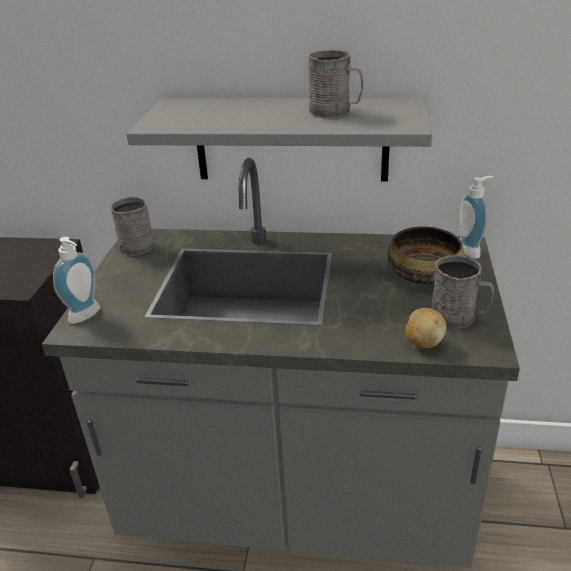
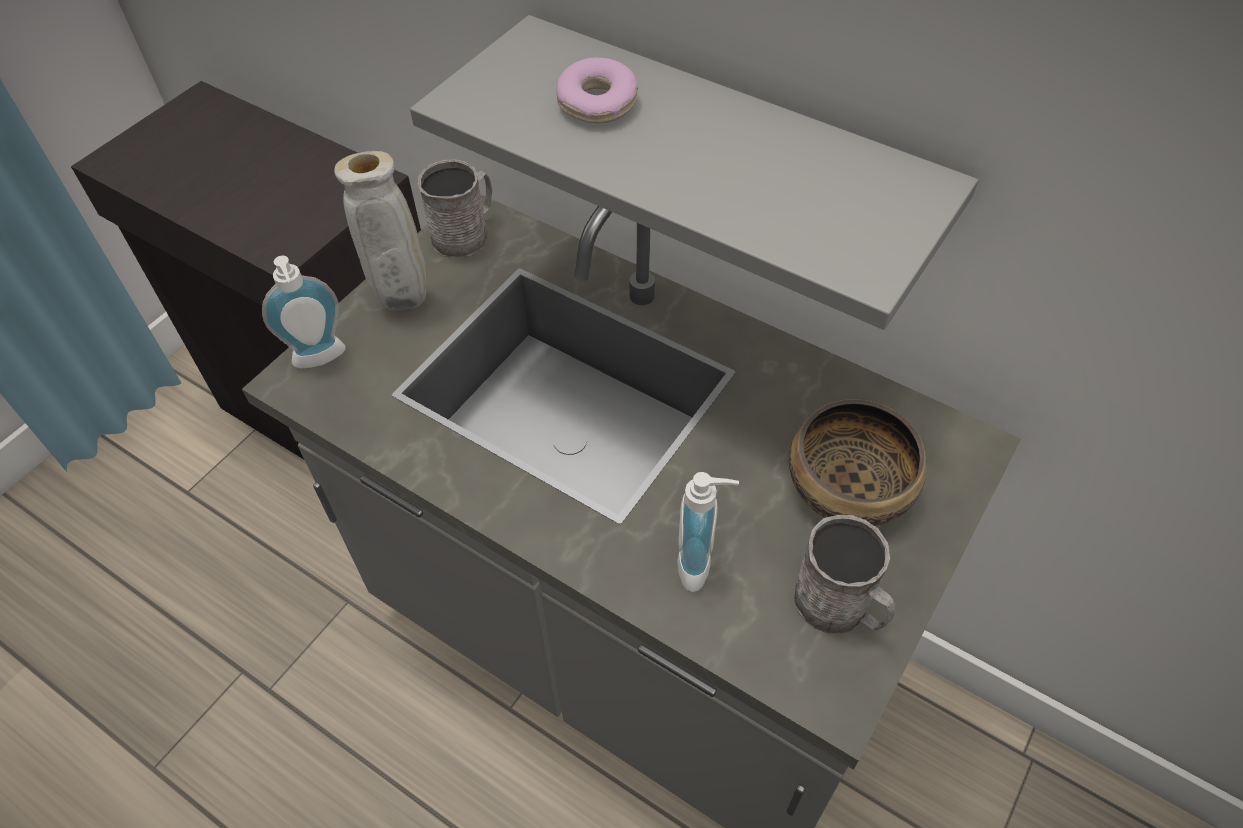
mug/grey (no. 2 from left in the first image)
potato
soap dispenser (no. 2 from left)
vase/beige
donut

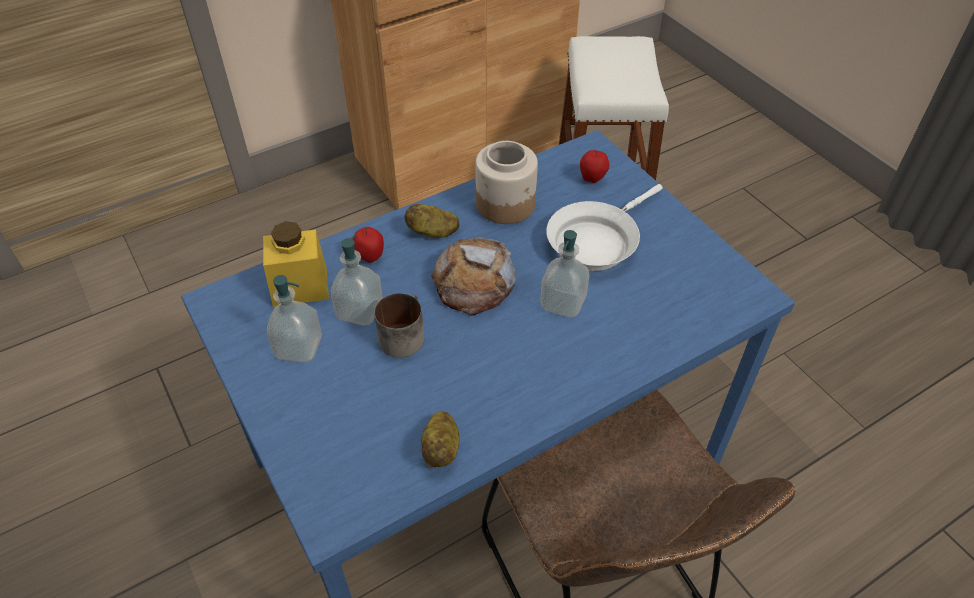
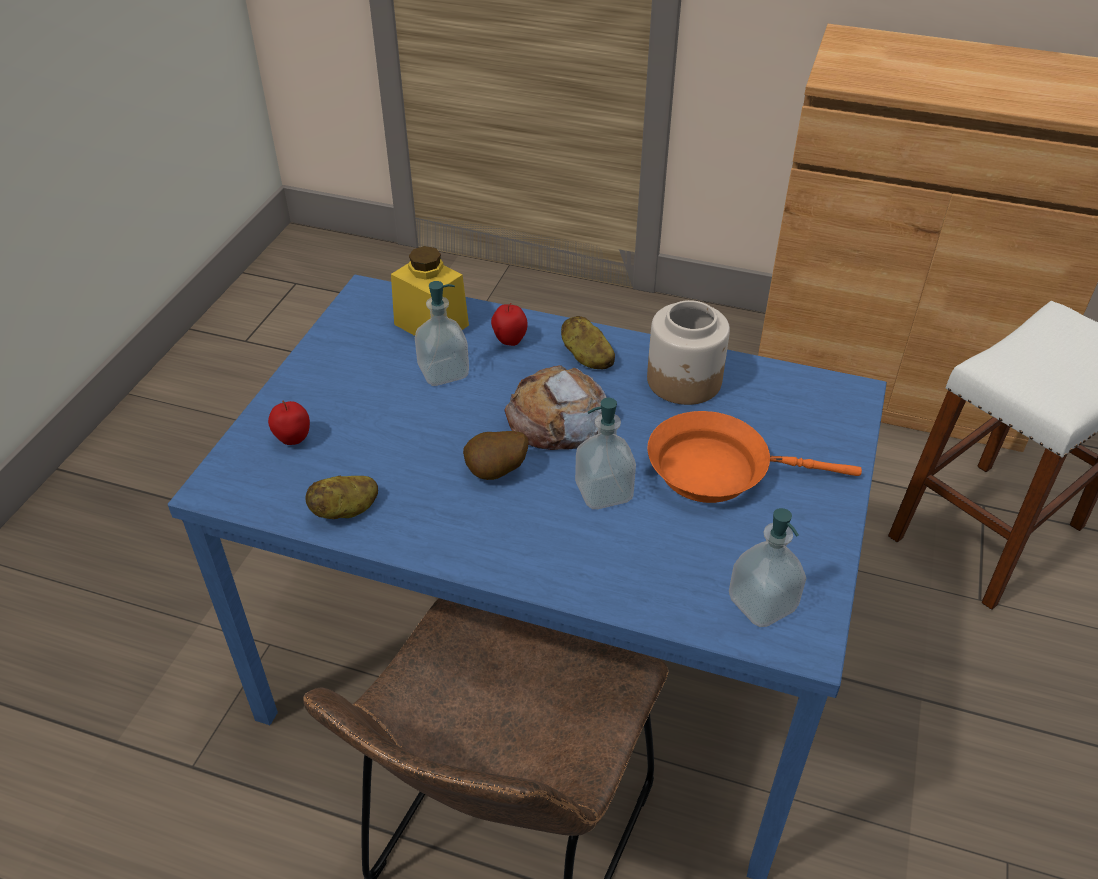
soap dispenser (no. 3 from left)
mug
frying pan/orange
apple (no. 1 from left)
potato (no. 2 from left)

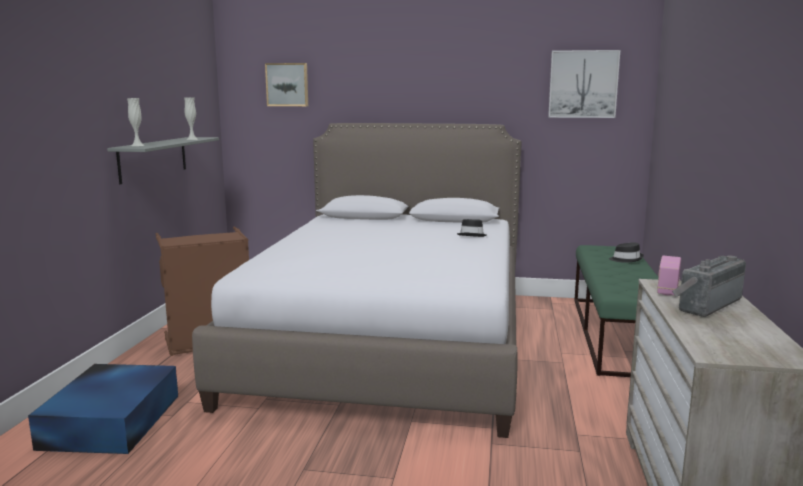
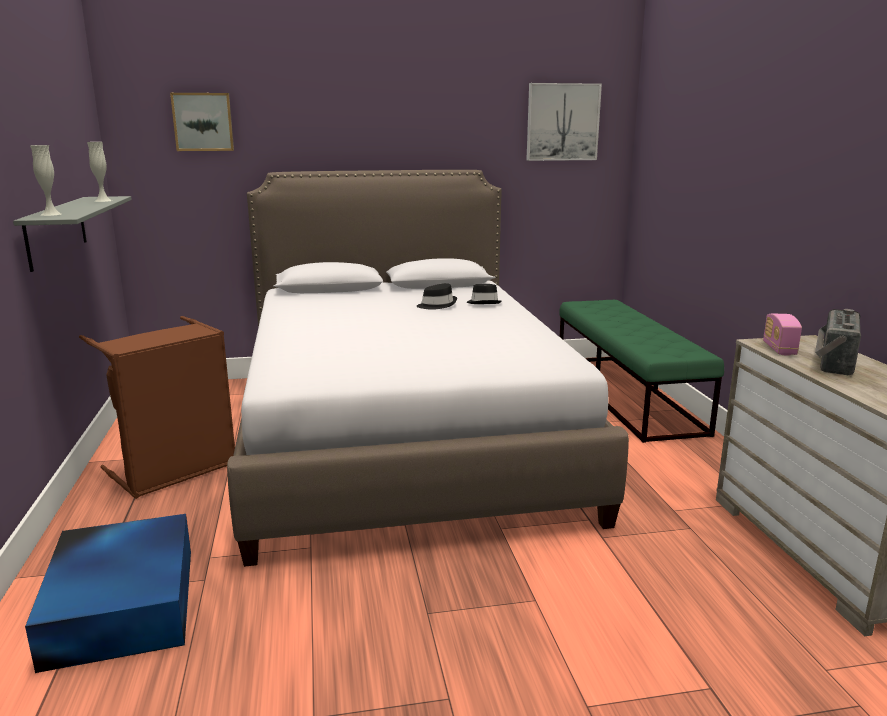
hat/black (no. 1 from left)

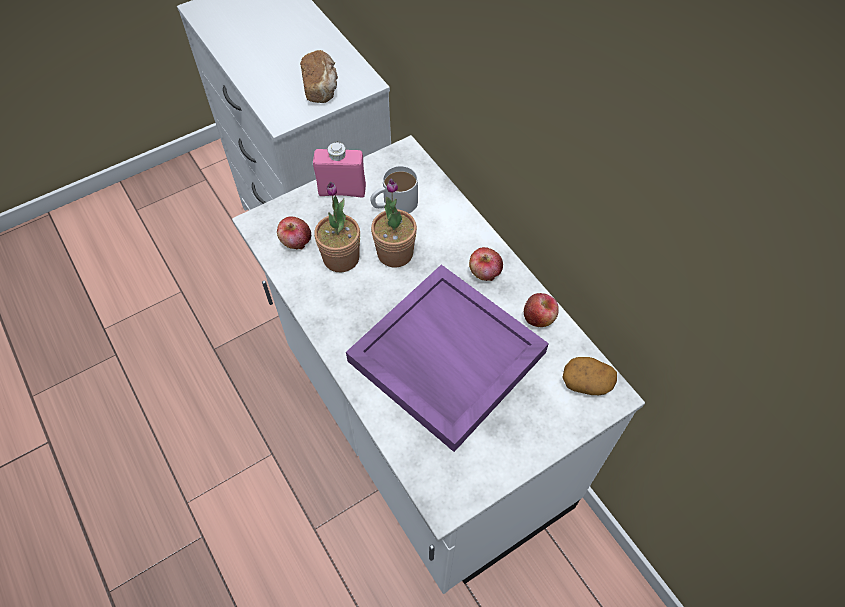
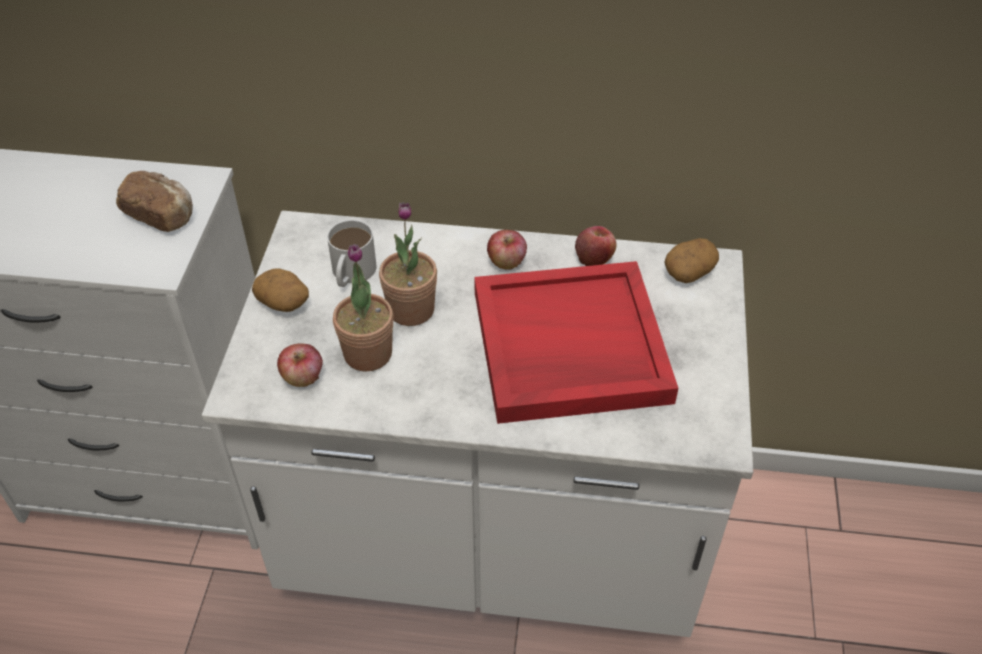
potato (no. 1 from left)
tray/red

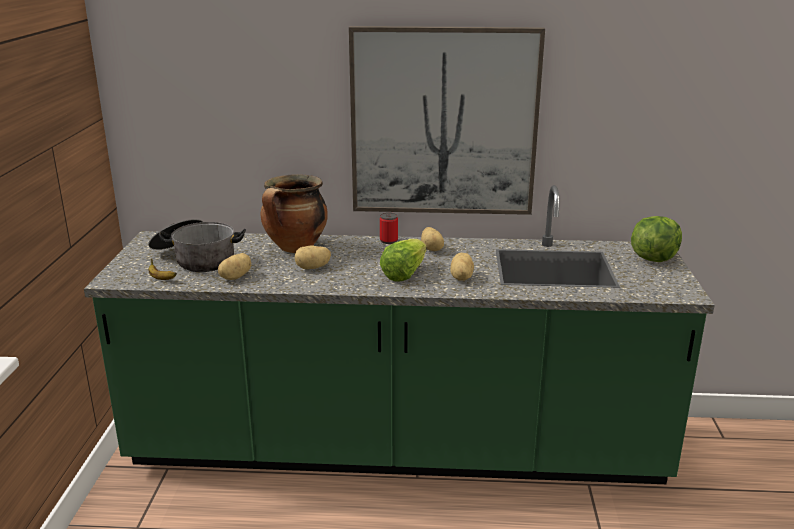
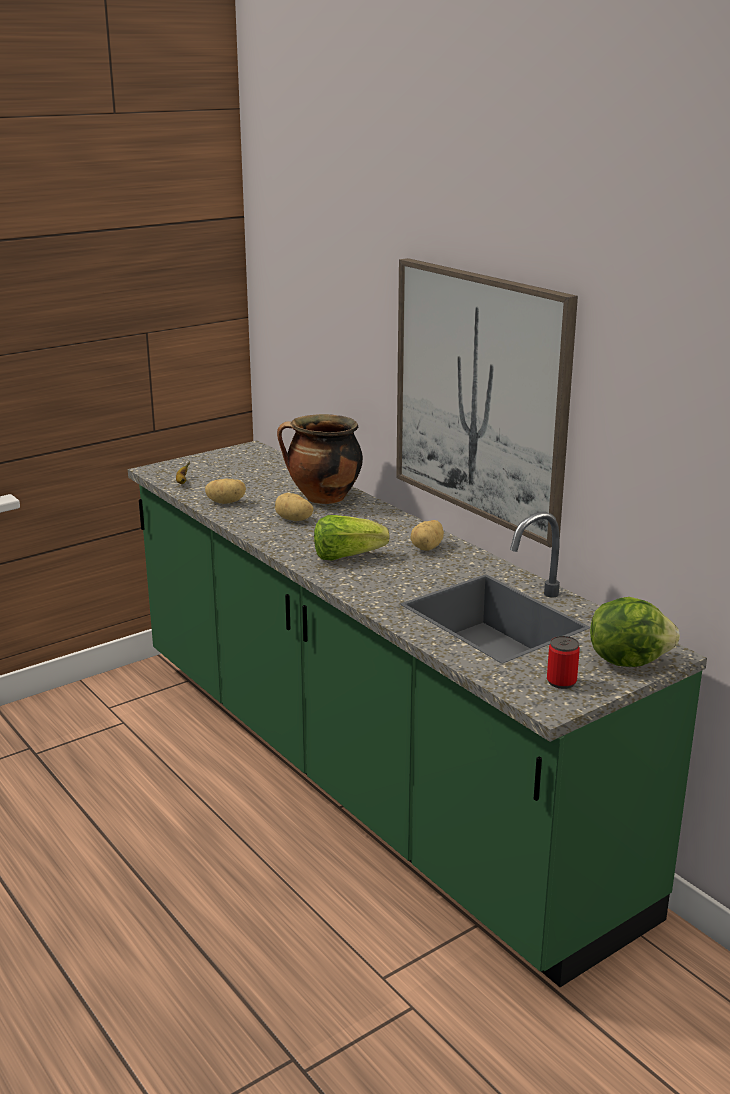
cooking pot (no. 1 from left in the first image)
can
potato (no. 4 from left in the first image)

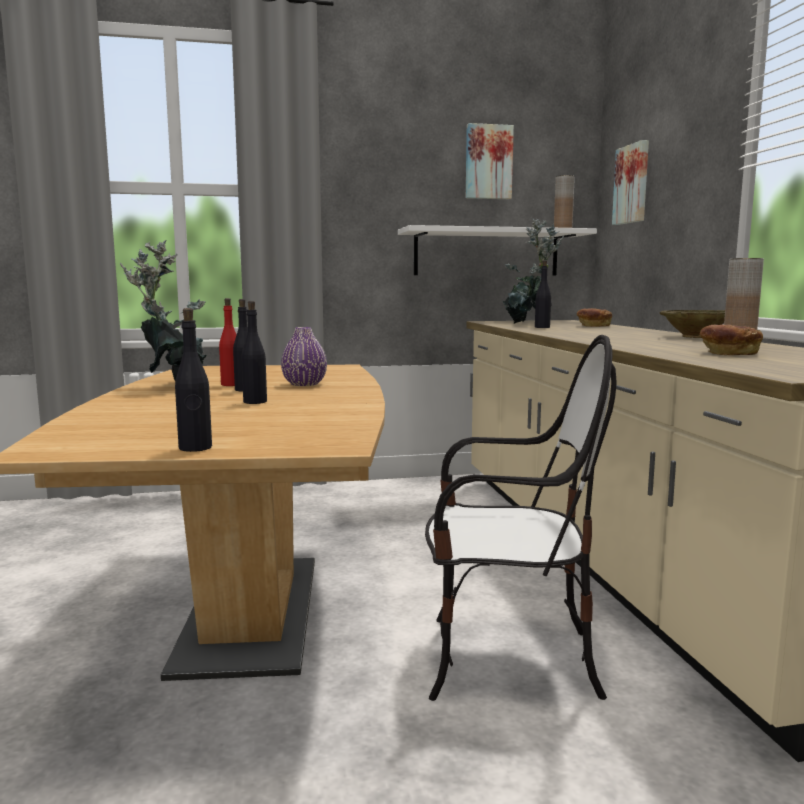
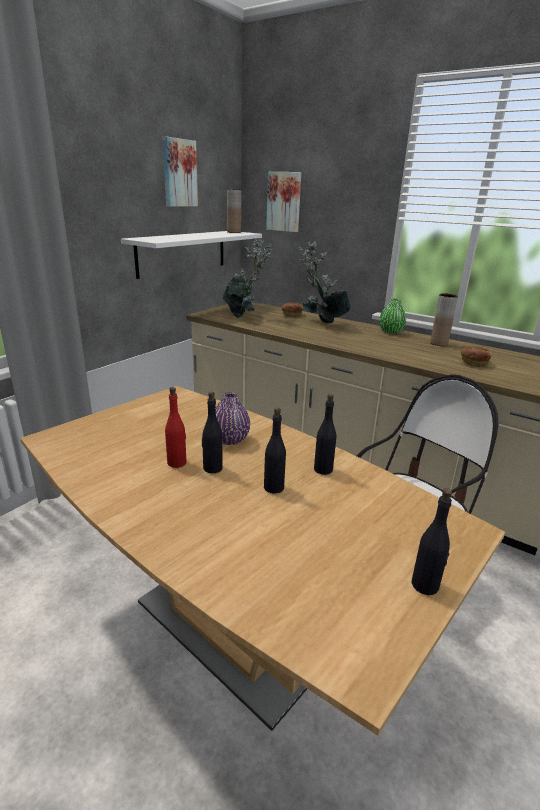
potted plant (no. 2 from left)
bottle/black (no. 3 from left)
vase/green

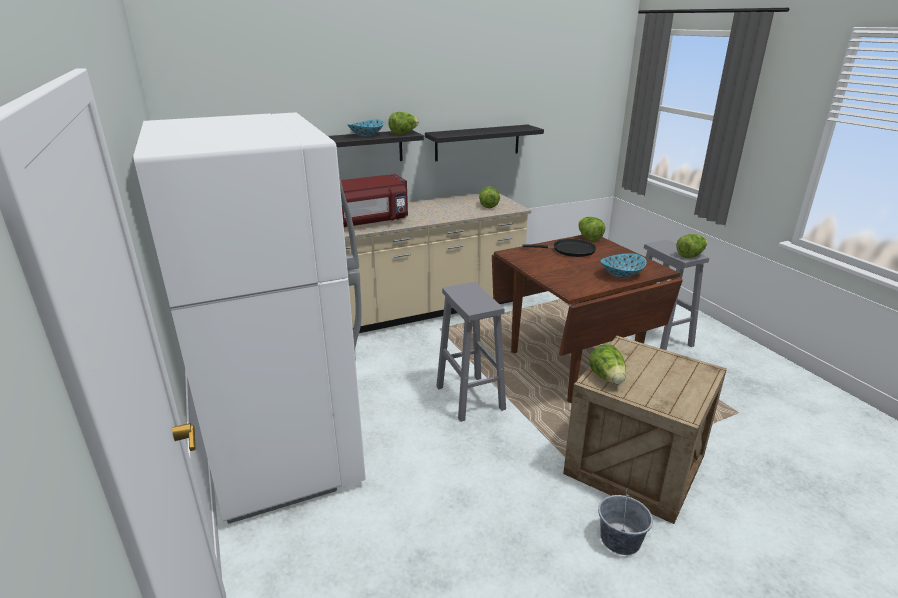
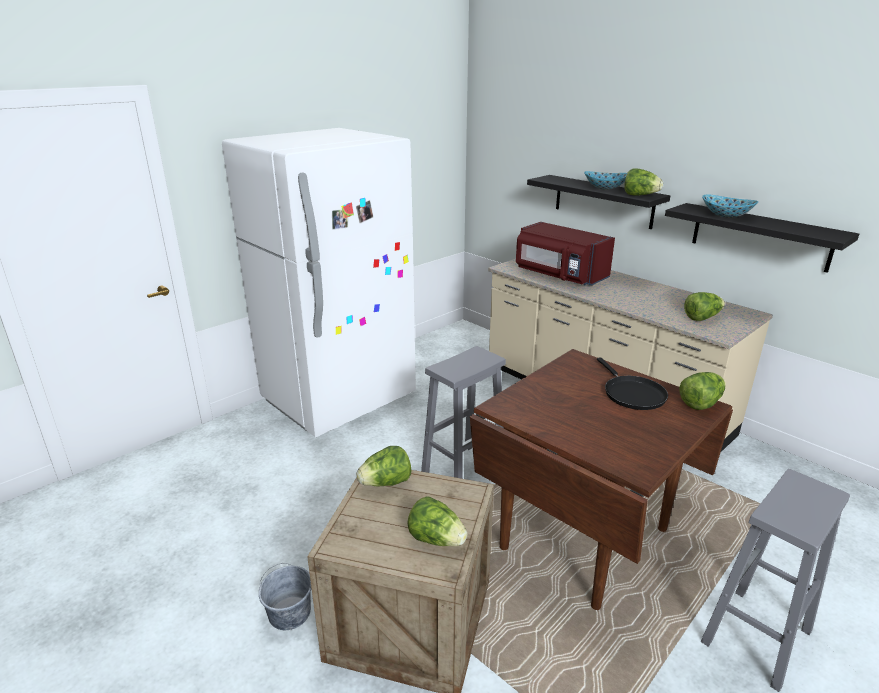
bowl (no. 2 from left)
lettuce (no. 2 from left)

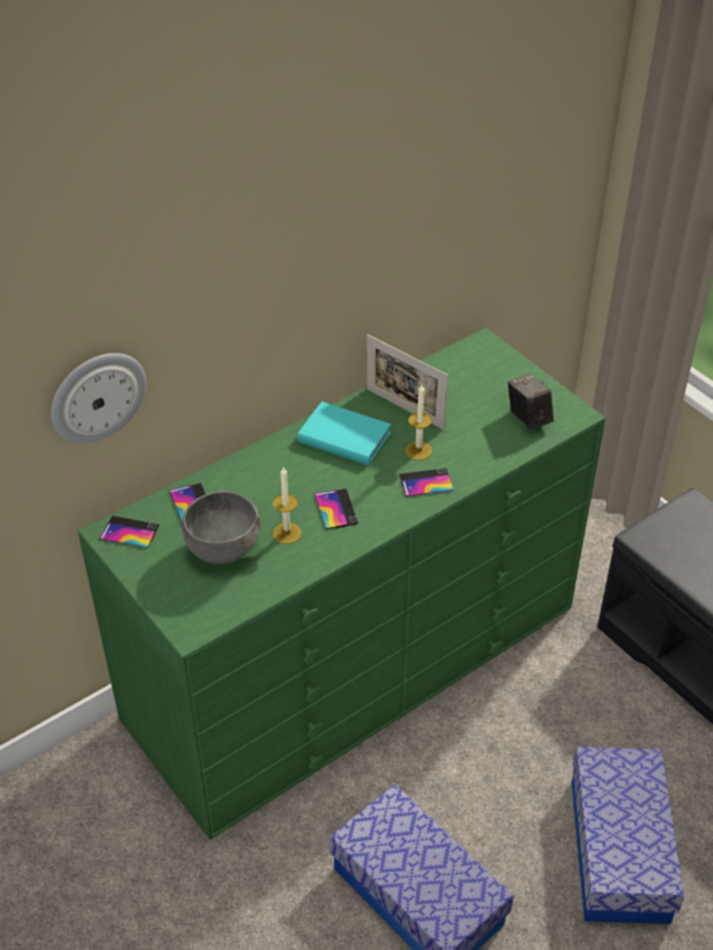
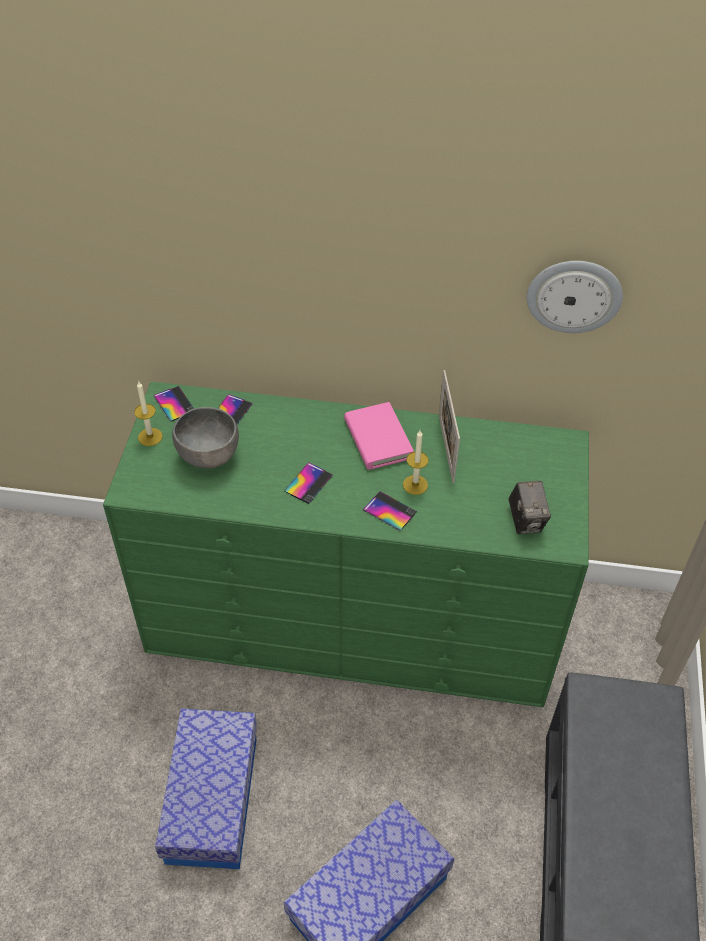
wall clock
candle (no. 1 from left)
book/pink
photo camera

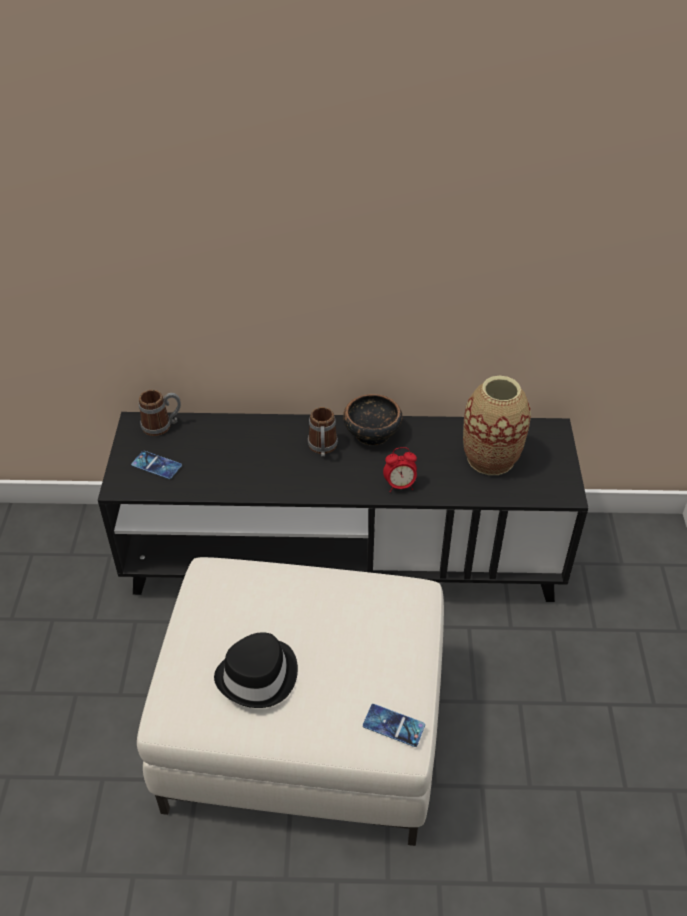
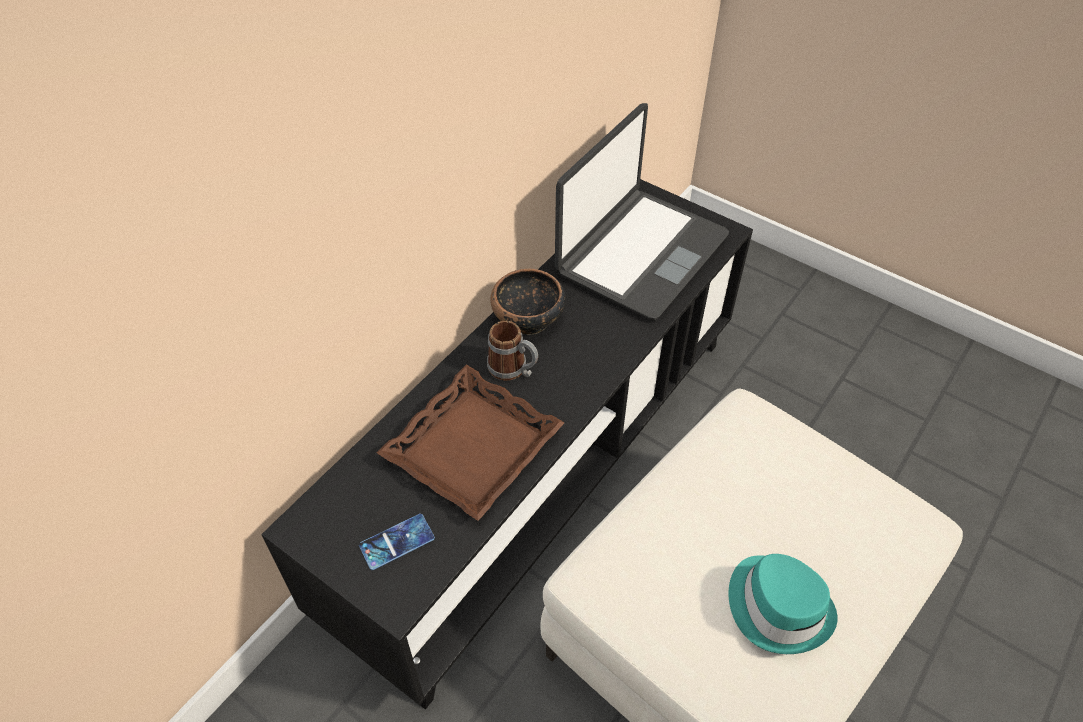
mug (no. 1 from left in the first image)
hat/turquoise
phone (no. 2 from left in the first image)
alarm clock
laptop
tray/brown

